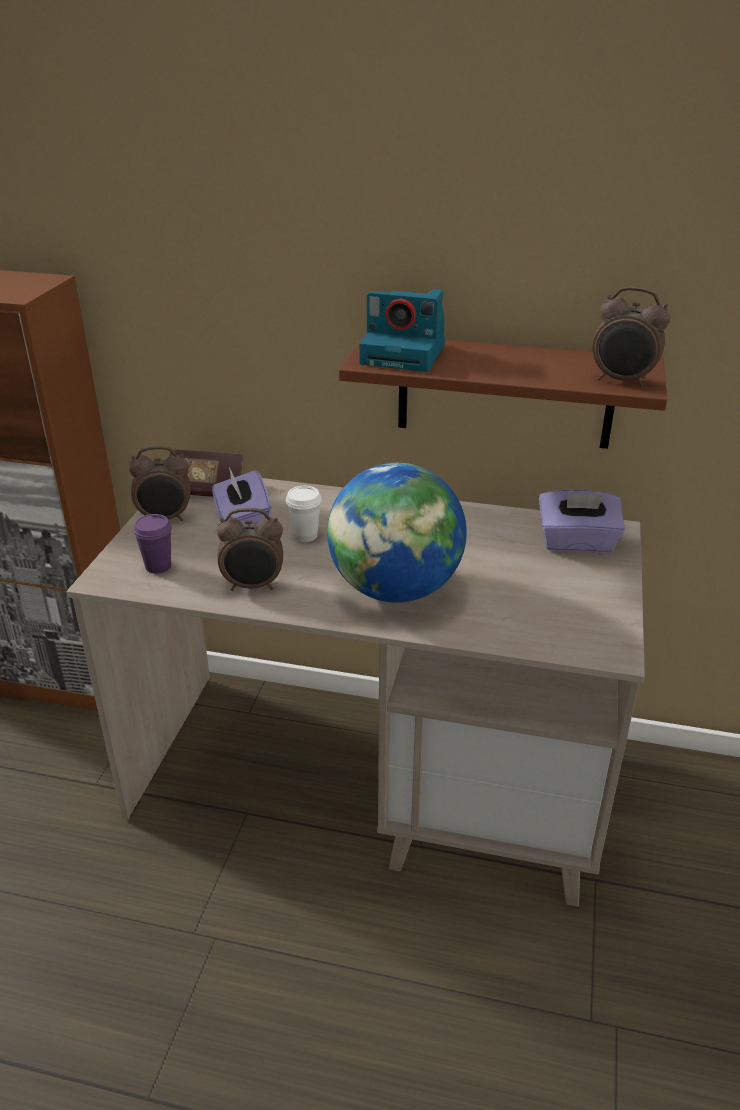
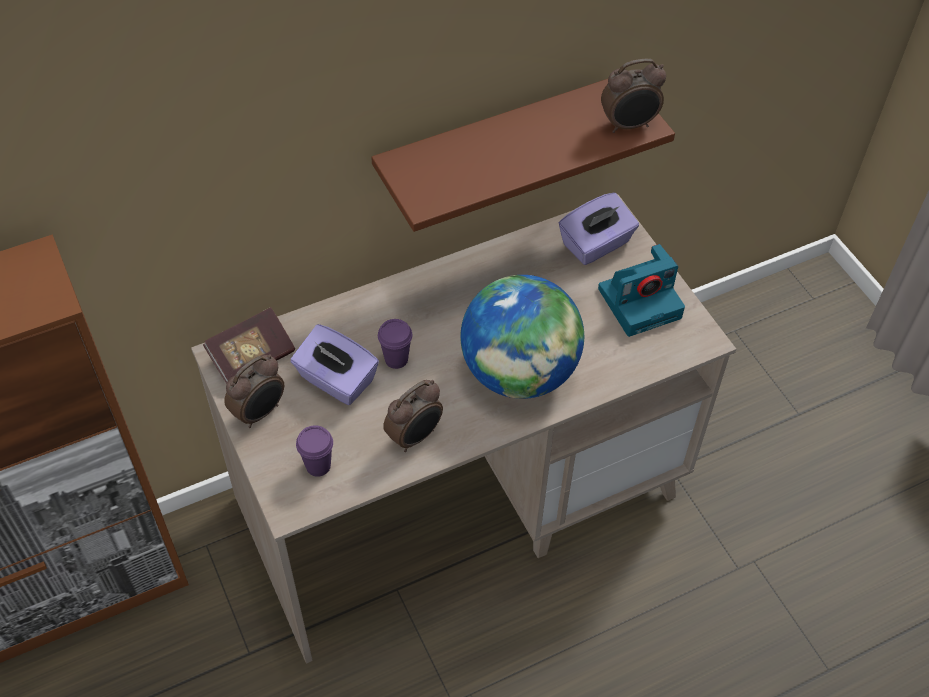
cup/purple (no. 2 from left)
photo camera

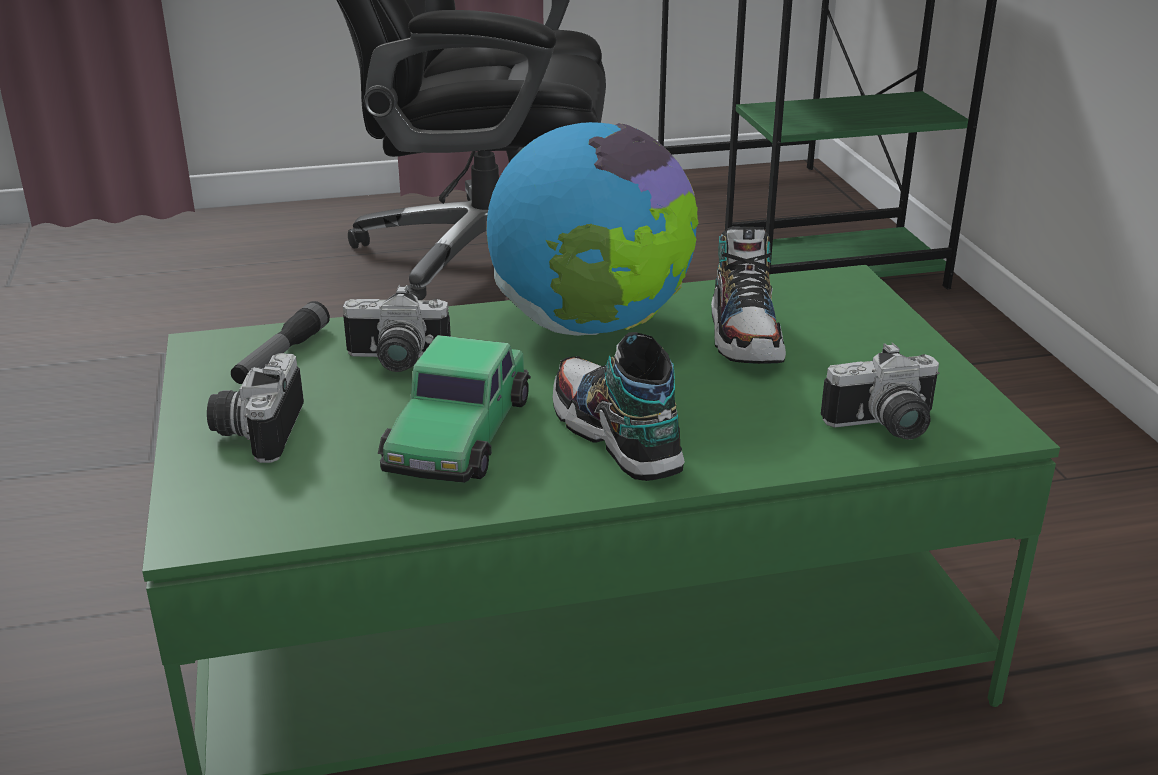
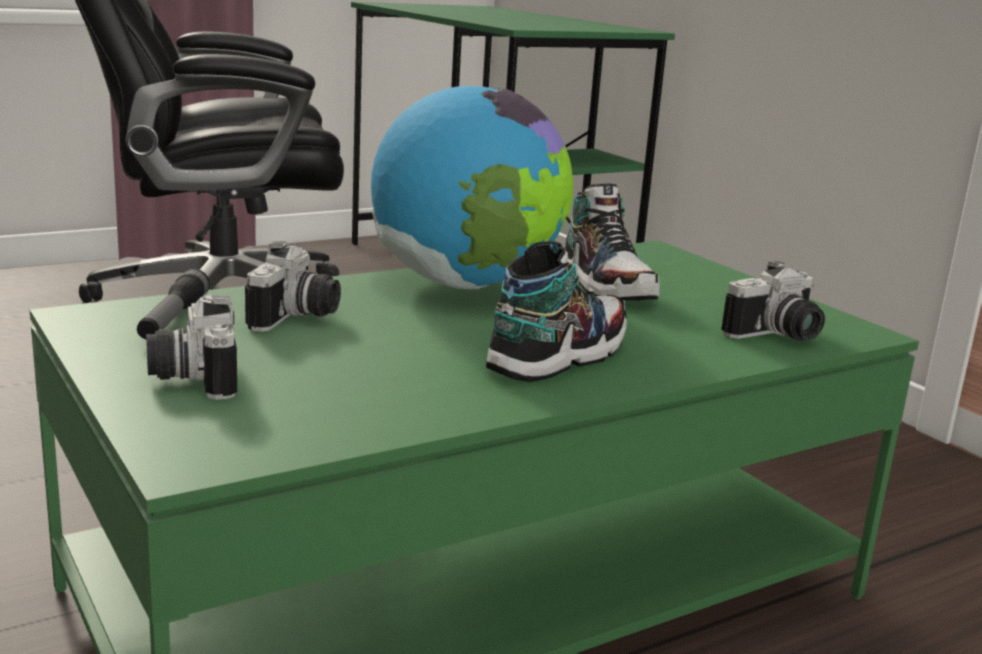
photo camera (no. 2 from left)
toy car
shoe (no. 1 from left)

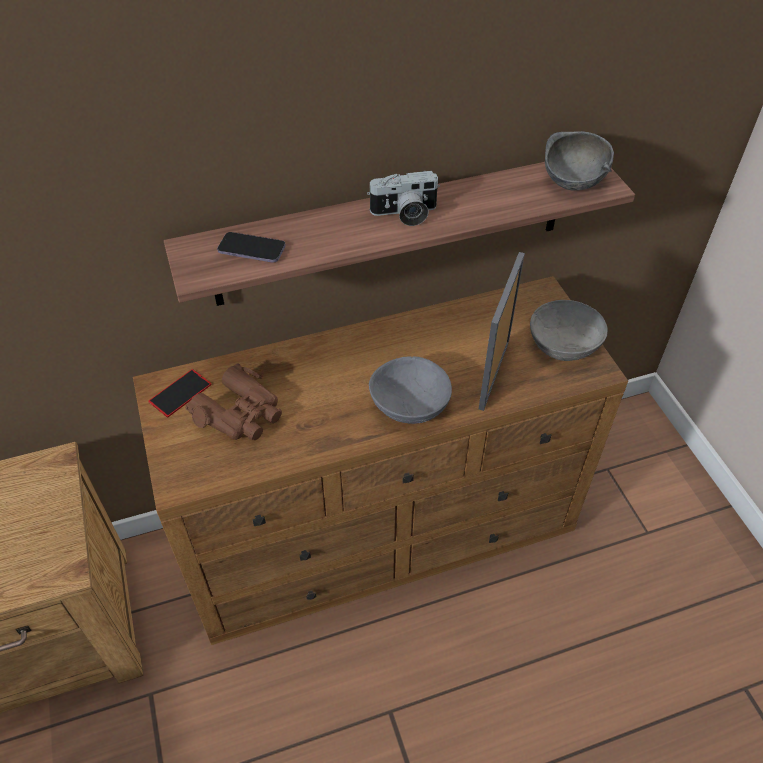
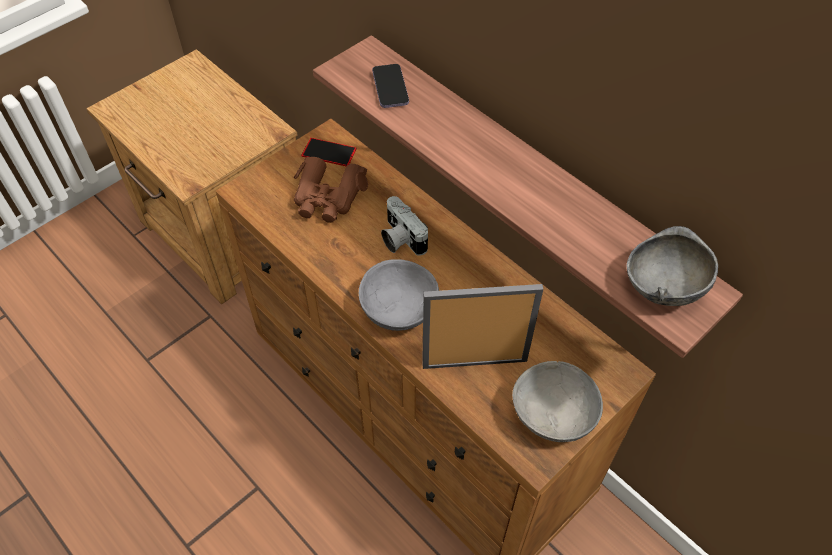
photo camera

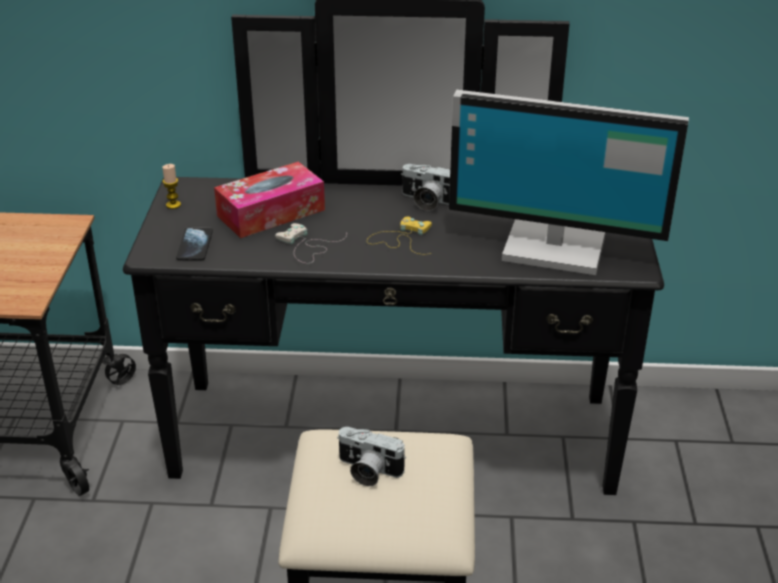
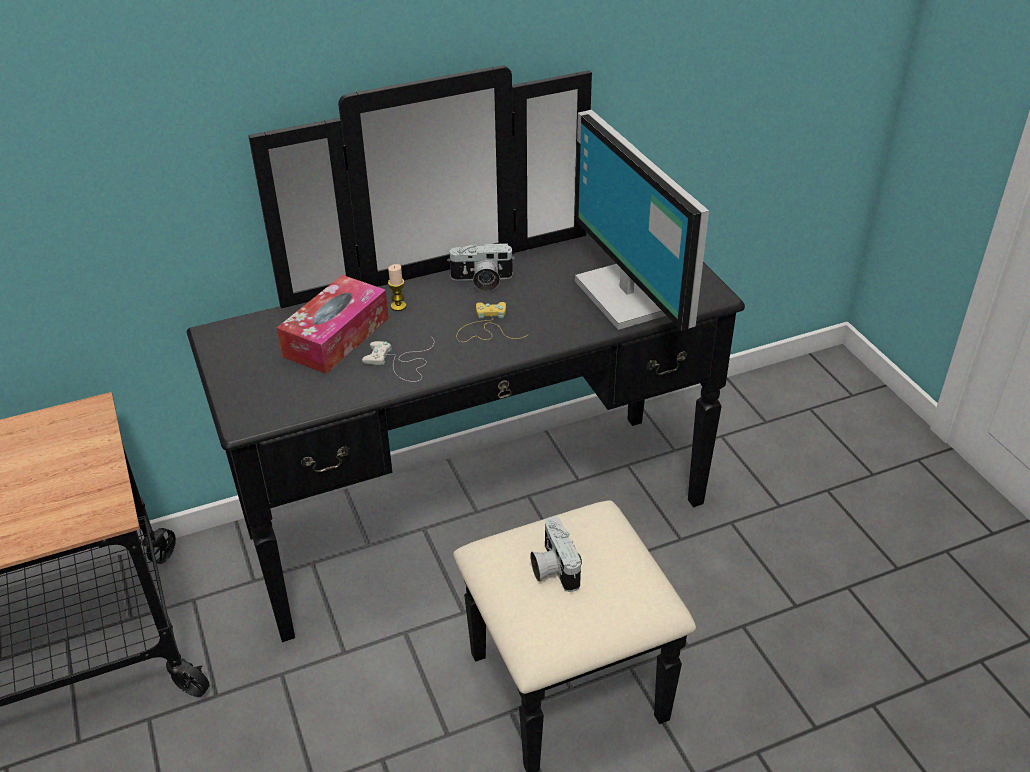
candle
phone
photo camera (no. 2 from left)
monitor

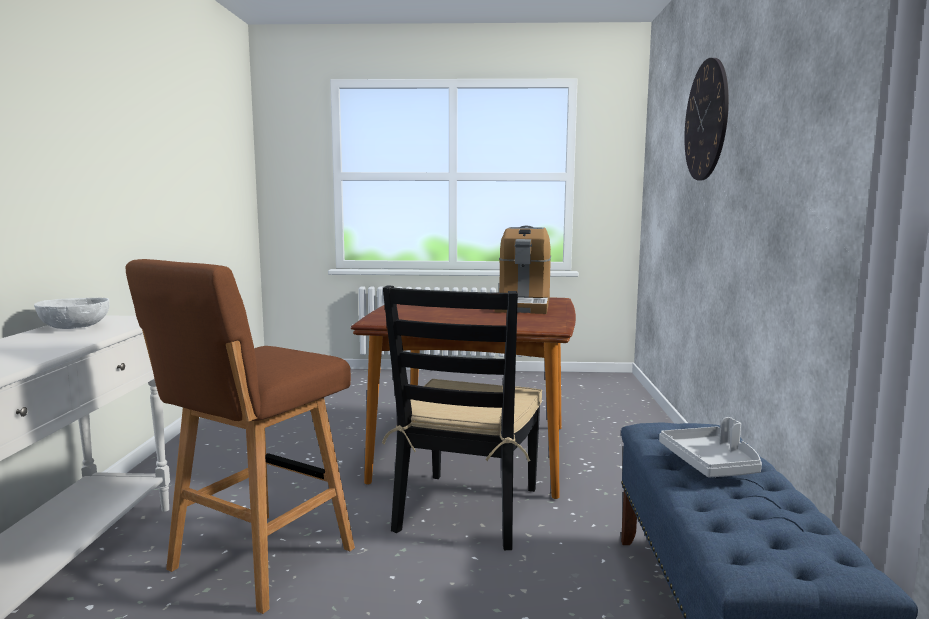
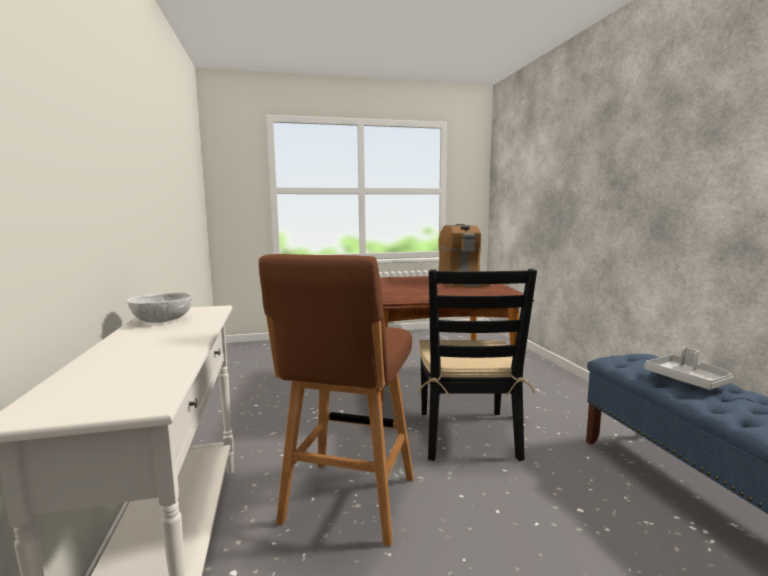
wall clock

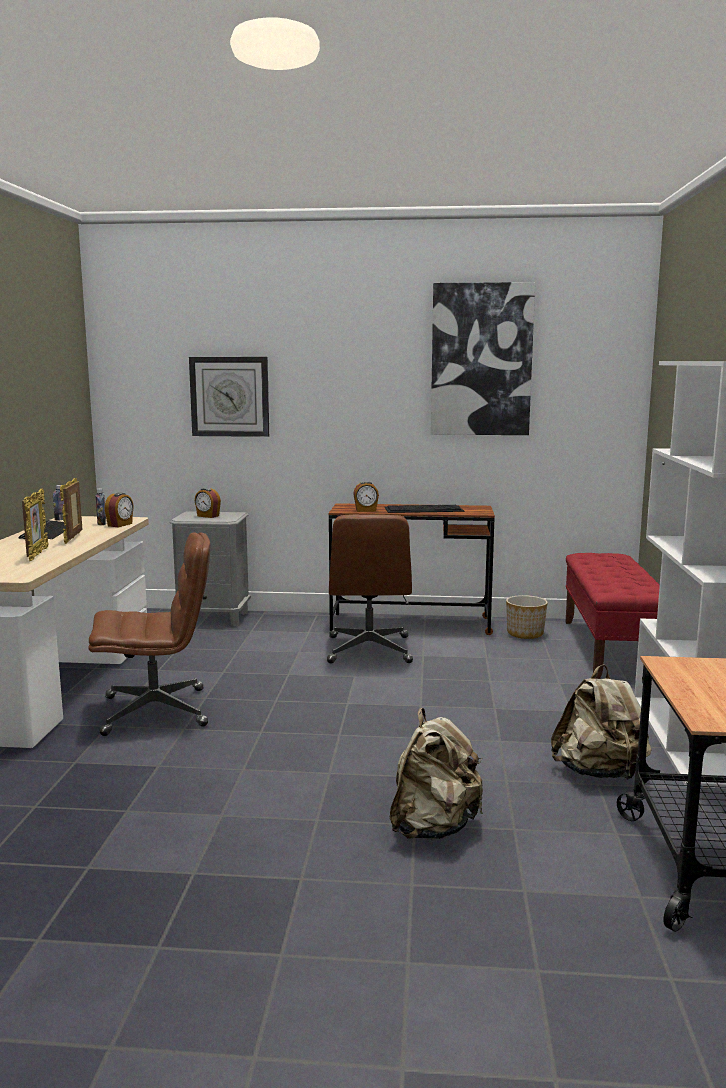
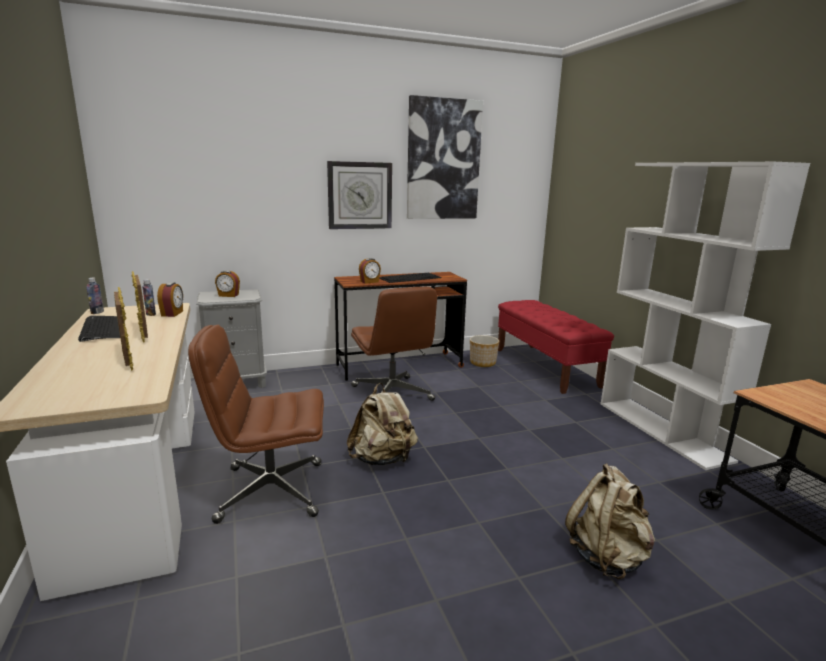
office chair/brown (no. 1 from left)
wall clock
backpack/beige (no. 1 from left)

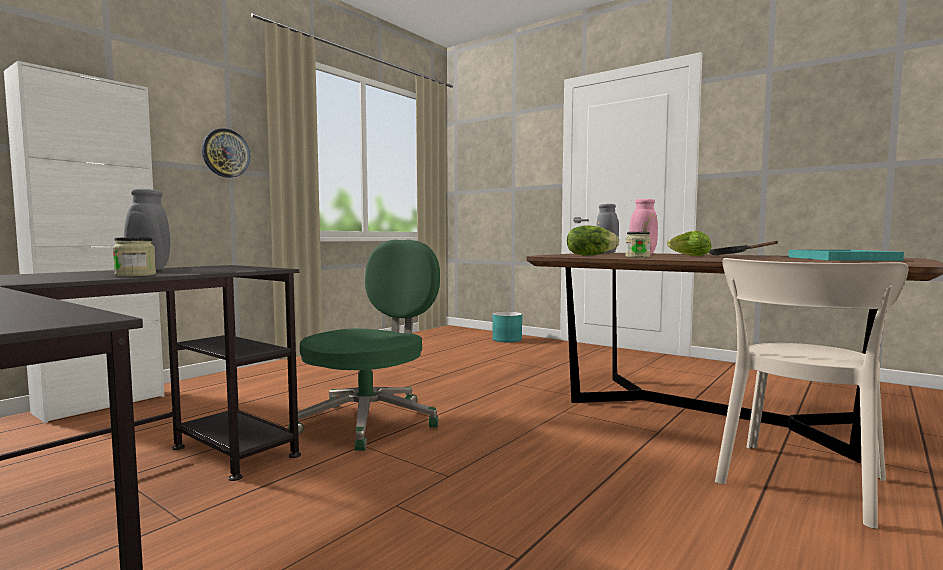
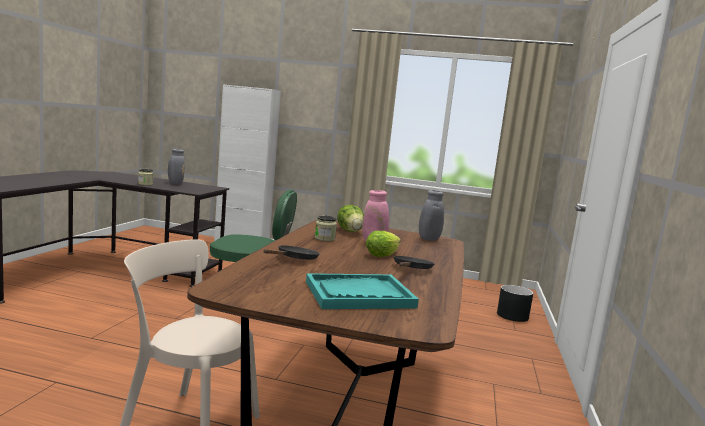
wall clock
planter/black
frying pan/black (no. 1 from left)

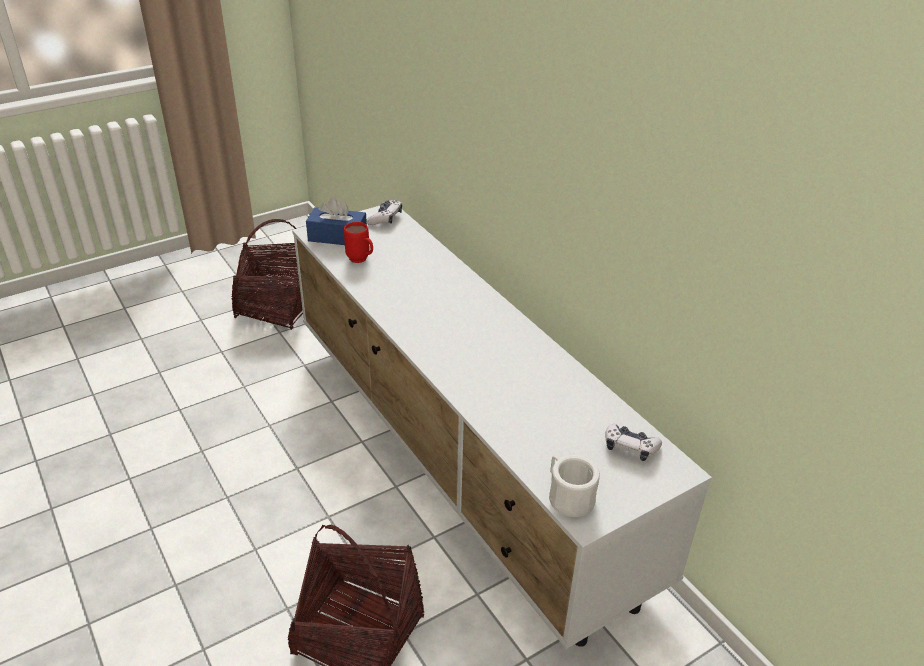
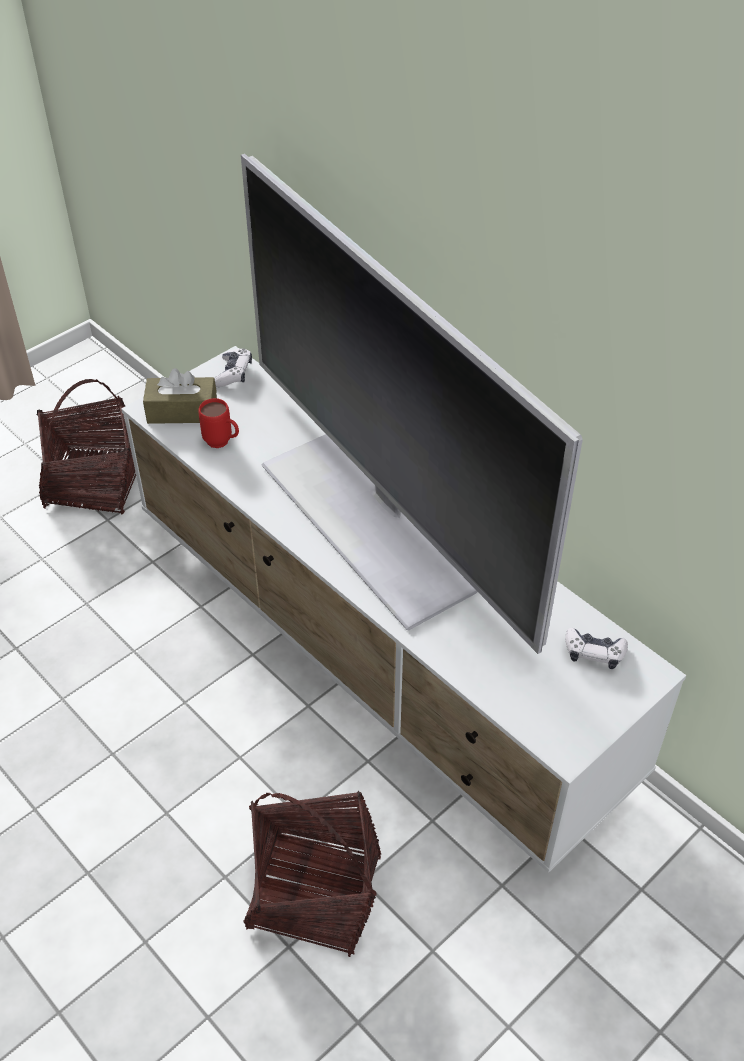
tissue box/brown
mug/white
television

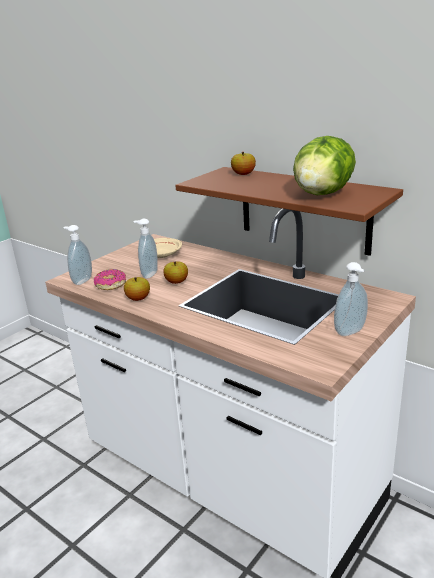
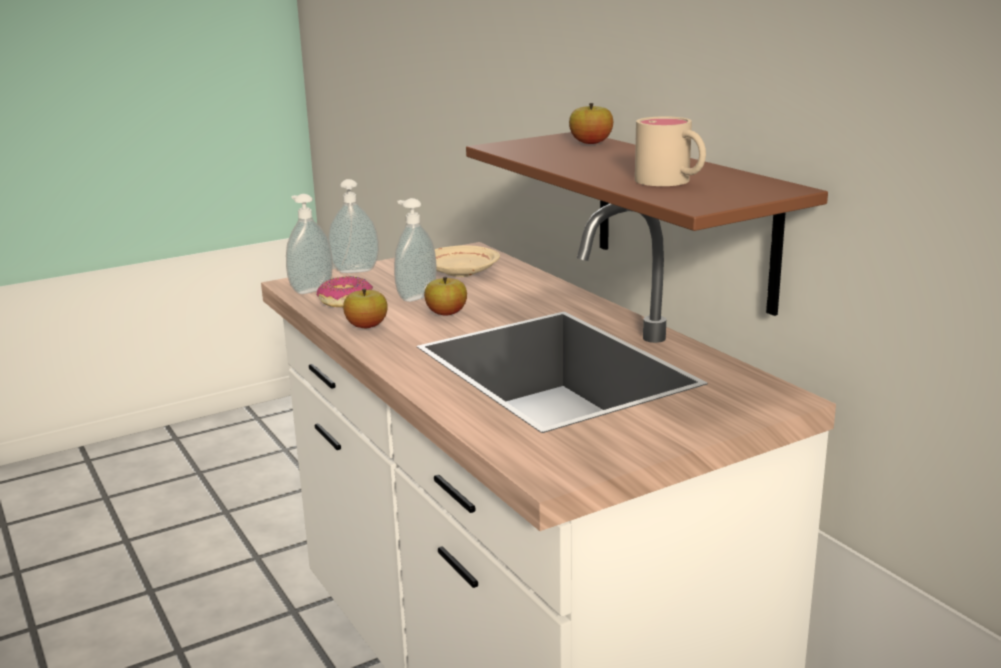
mug/beige
soap dispenser (no. 2 from left)

